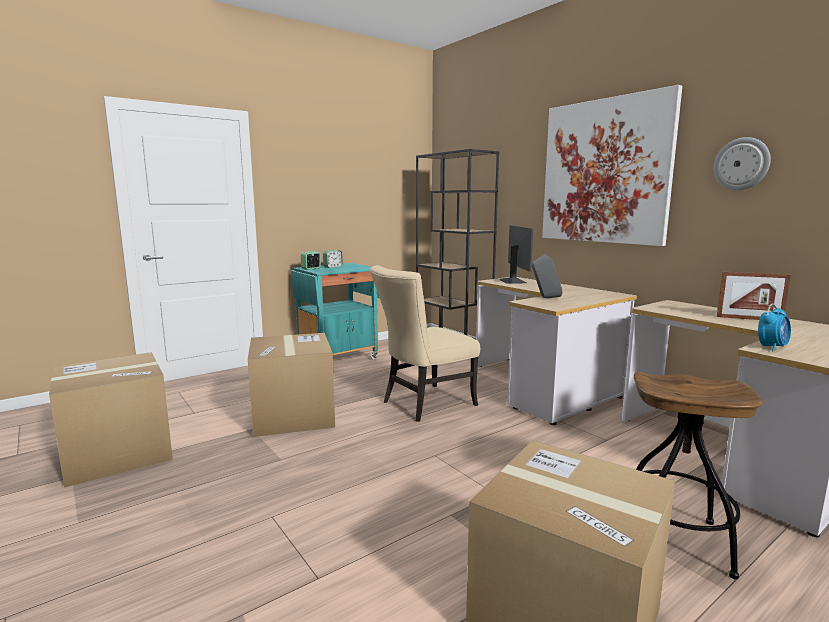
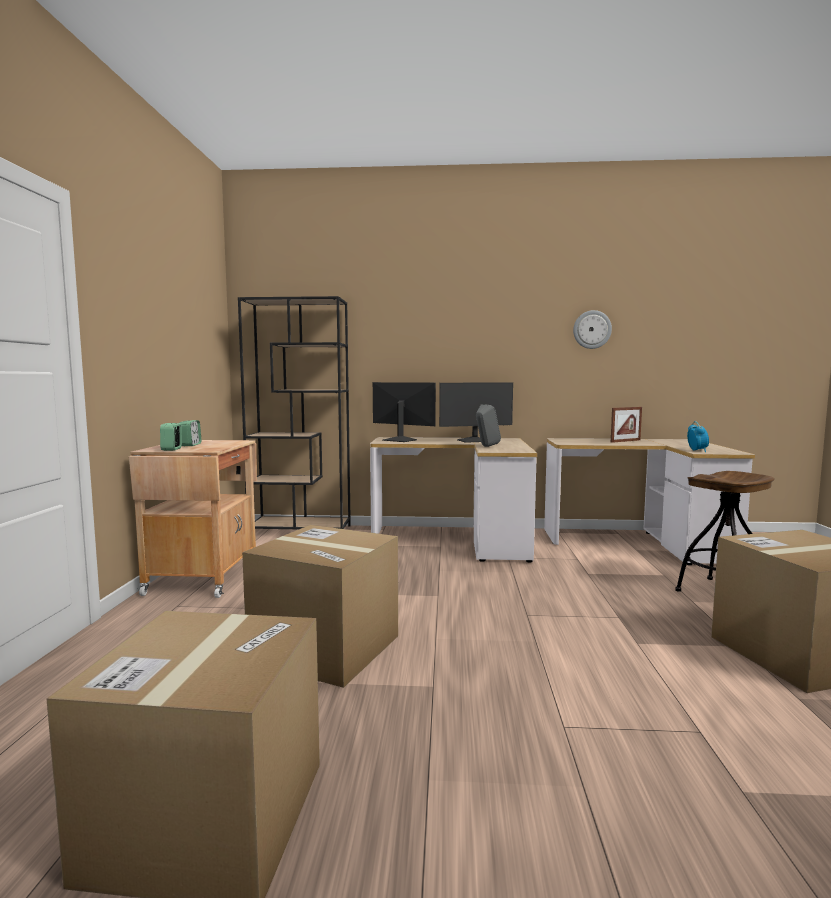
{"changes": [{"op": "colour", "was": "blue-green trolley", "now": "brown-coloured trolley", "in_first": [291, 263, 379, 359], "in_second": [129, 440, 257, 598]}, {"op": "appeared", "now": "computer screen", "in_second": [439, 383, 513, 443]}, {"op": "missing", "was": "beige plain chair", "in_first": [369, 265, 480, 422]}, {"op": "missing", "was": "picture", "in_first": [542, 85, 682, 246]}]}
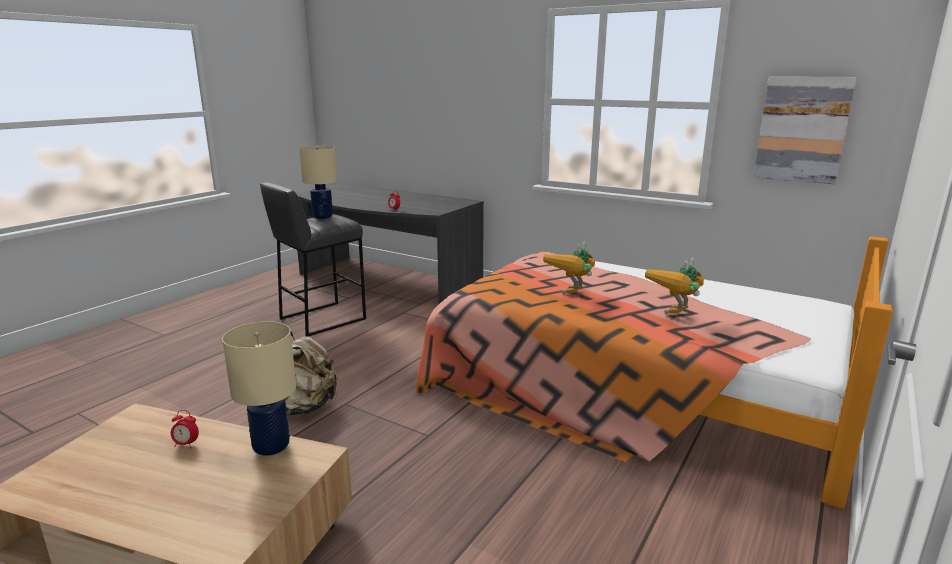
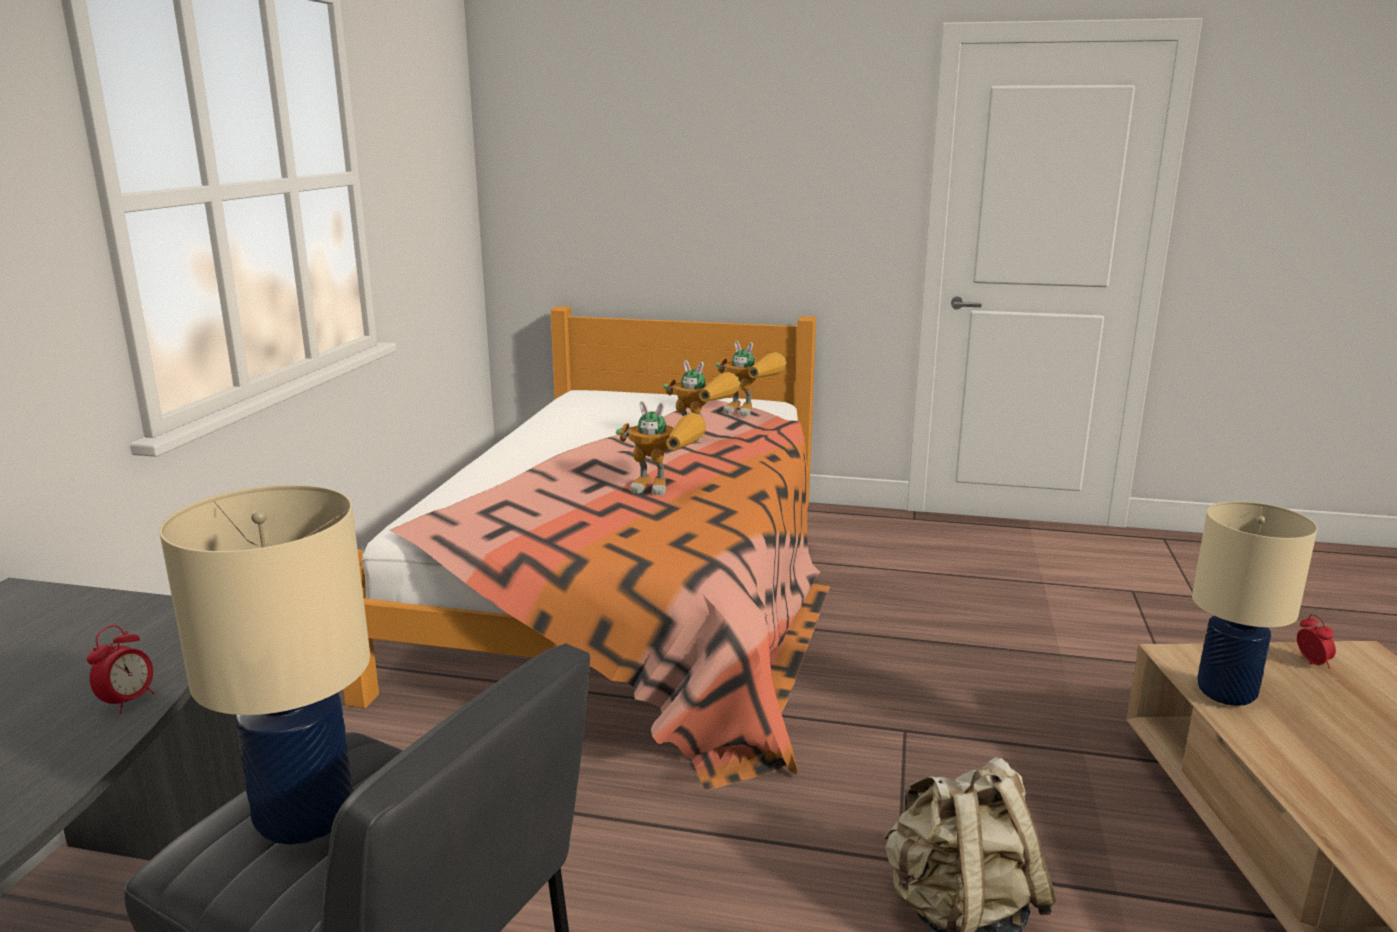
{"changes": [{"op": "appeared", "now": "toy robot", "in_second": [716, 341, 787, 416]}, {"op": "relocated", "was": "table clock", "in_first": [171, 410, 199, 448], "in_second": [1297, 614, 1336, 669]}, {"op": "missing", "was": "picture", "in_first": [753, 77, 857, 185]}]}
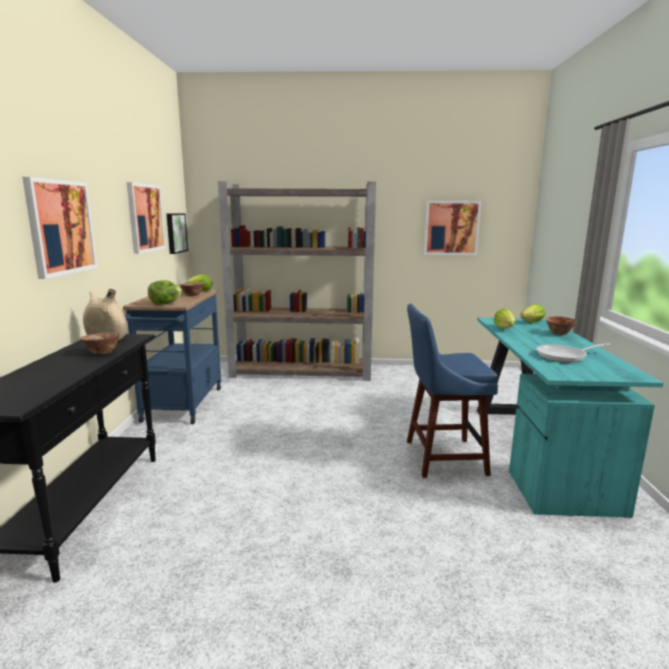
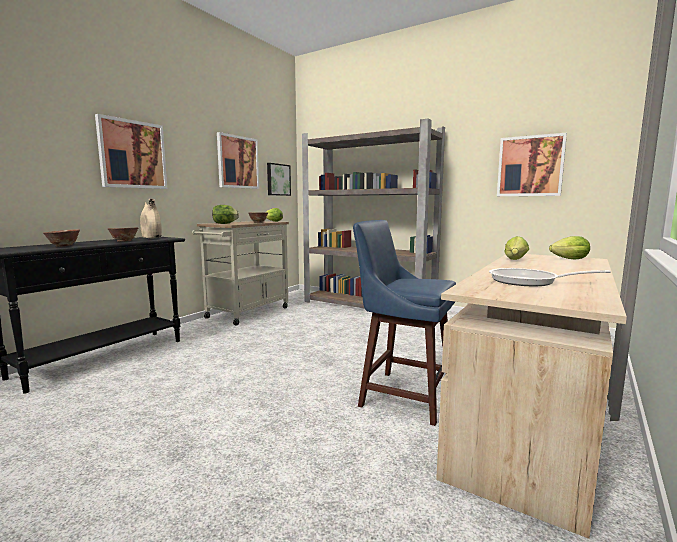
{"changes": [{"op": "relocated", "was": "deep dish", "in_first": [546, 316, 577, 335], "in_second": [43, 229, 80, 247]}, {"op": "colour", "was": "bluish trolley", "now": "beige trolley", "in_first": [123, 289, 221, 424], "in_second": [192, 221, 289, 326]}, {"op": "colour", "was": "blue-green desk unit", "now": "beige desk unit", "in_first": [477, 318, 664, 518], "in_second": [436, 254, 627, 539]}]}
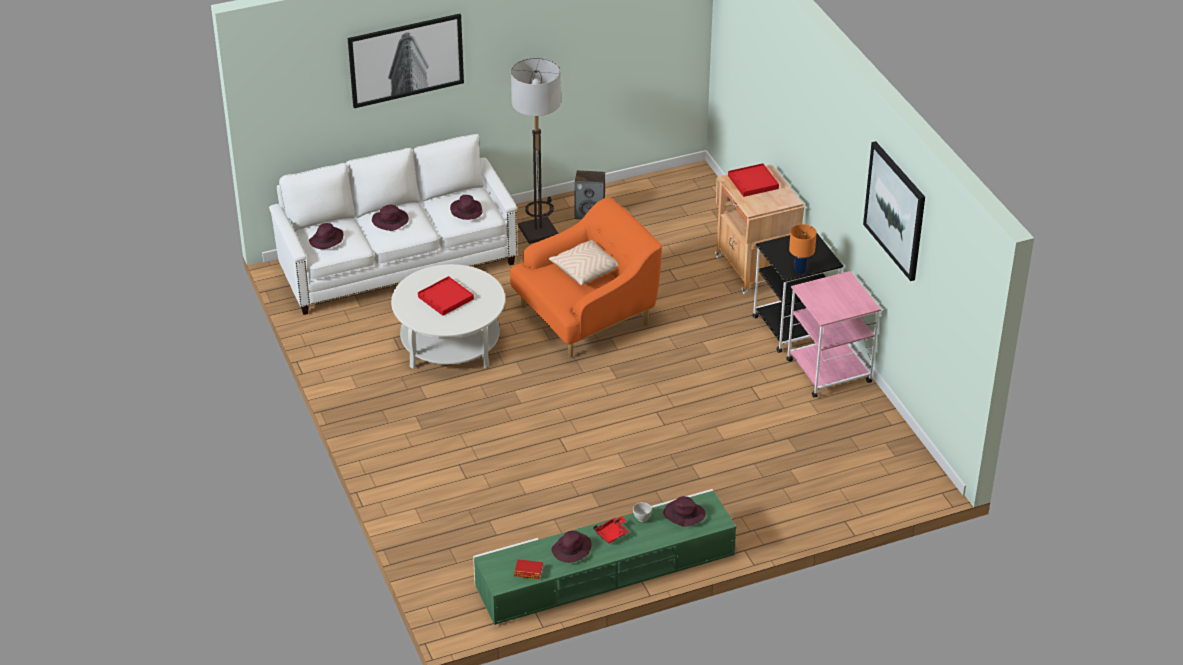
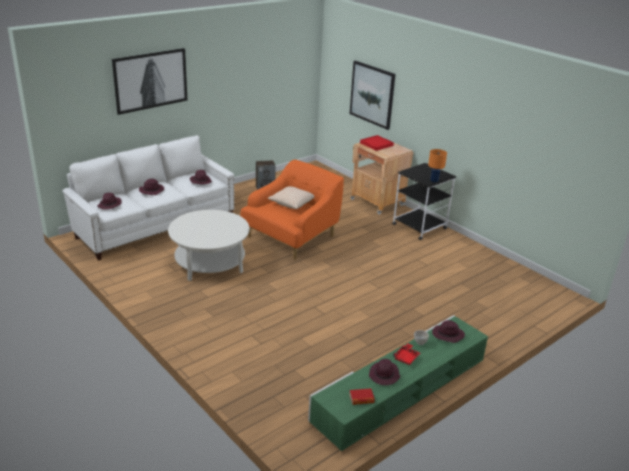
{"changes": [{"op": "relocated", "was": "picture", "in_first": [863, 141, 925, 281], "in_second": [350, 61, 396, 130]}, {"op": "missing", "was": "red-coloured carrying tray", "in_first": [418, 276, 474, 316]}, {"op": "missing", "was": "standing lamp", "in_first": [511, 58, 561, 244]}, {"op": "missing", "was": "pink trolley", "in_first": [786, 271, 881, 398]}]}
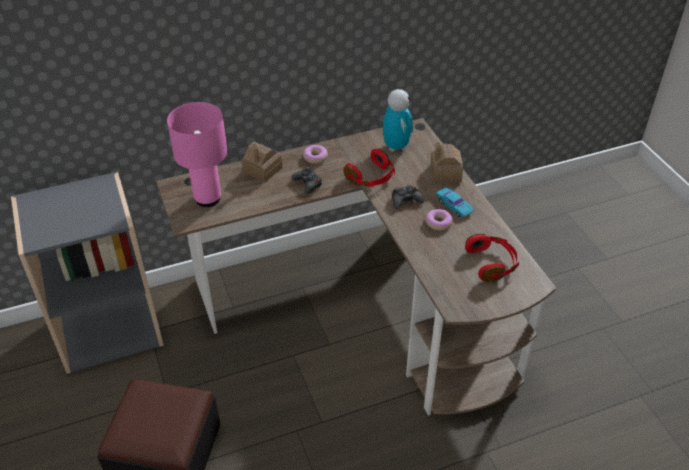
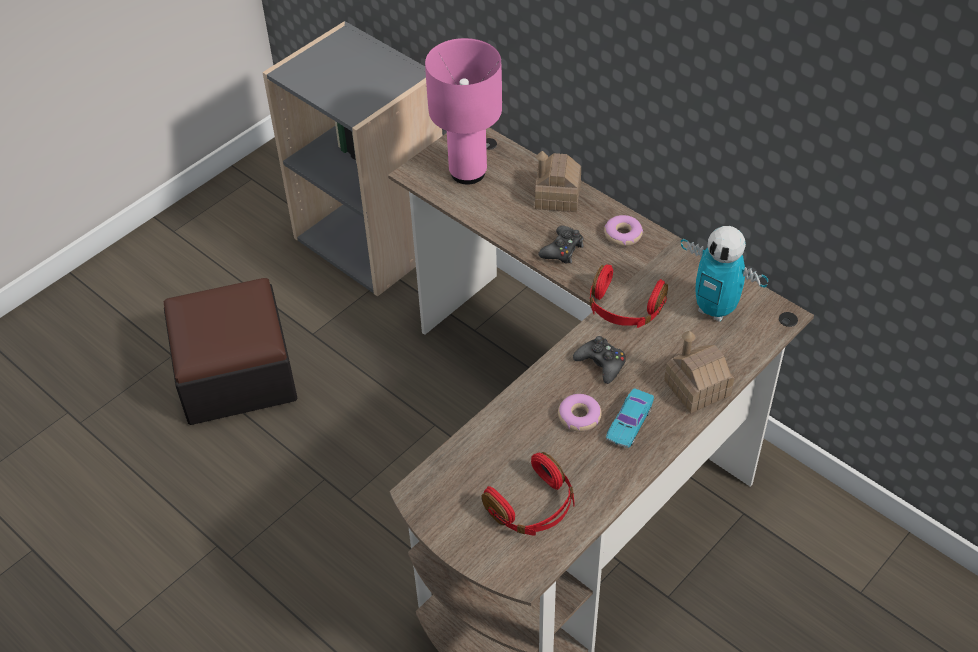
{"changes": [{"op": "spun", "was": "toy robot", "in_first": [383, 89, 413, 152], "in_second": [681, 226, 768, 322], "clockwise": 75}]}
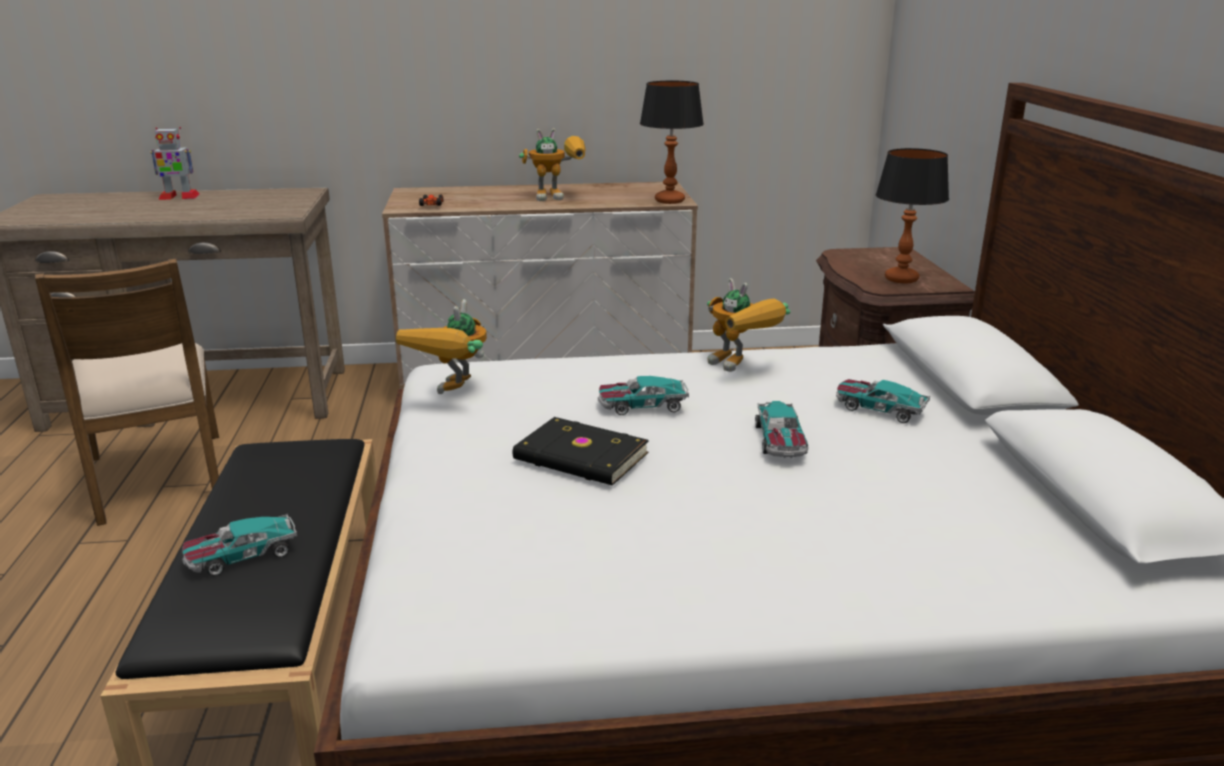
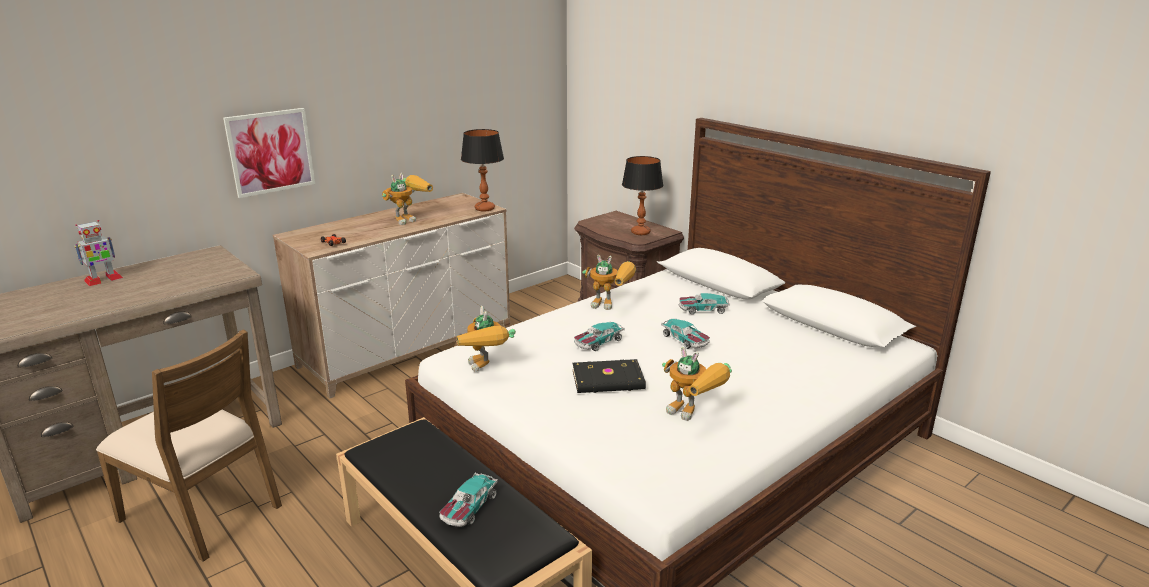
{"changes": [{"op": "appeared", "now": "picture", "in_second": [223, 108, 315, 198]}, {"op": "appeared", "now": "toy robot", "in_second": [662, 347, 732, 421]}]}
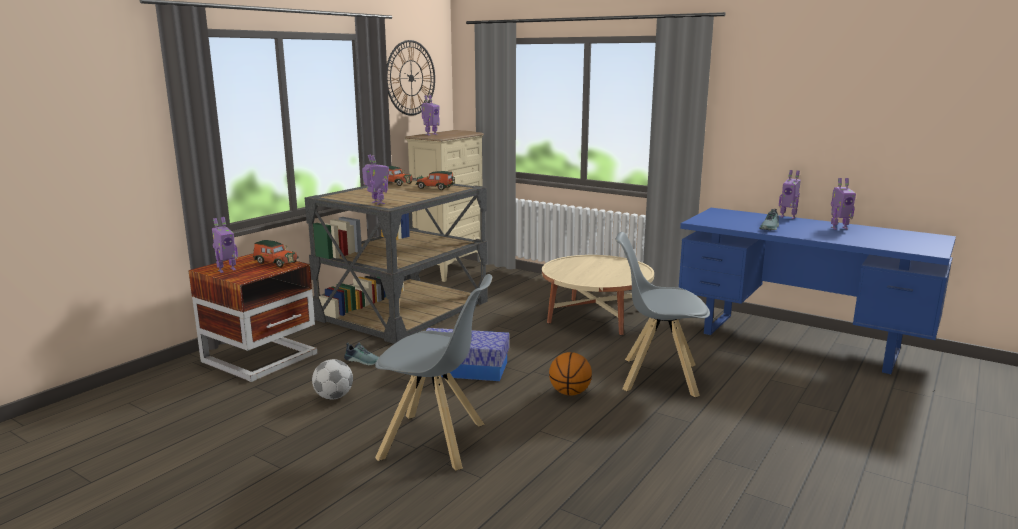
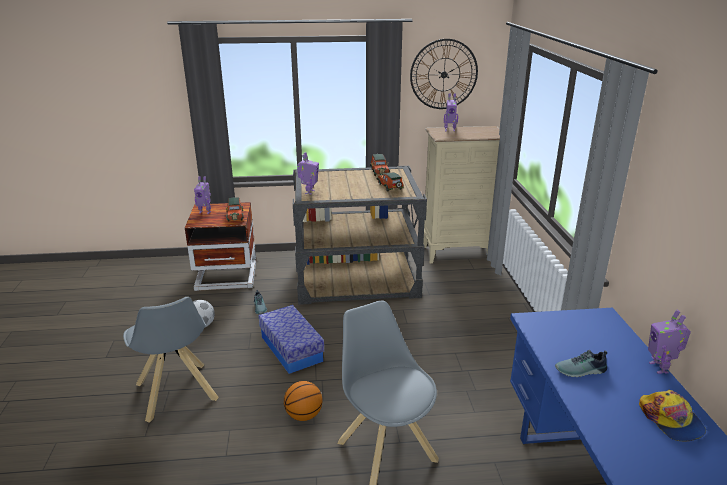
{"changes": [{"op": "exchanged", "was": "toy robot", "now": "baseball cap", "in_first": [831, 178, 856, 230], "in_second": [639, 390, 706, 442]}, {"op": "missing", "was": "beige coffee table", "in_first": [542, 255, 654, 335]}]}
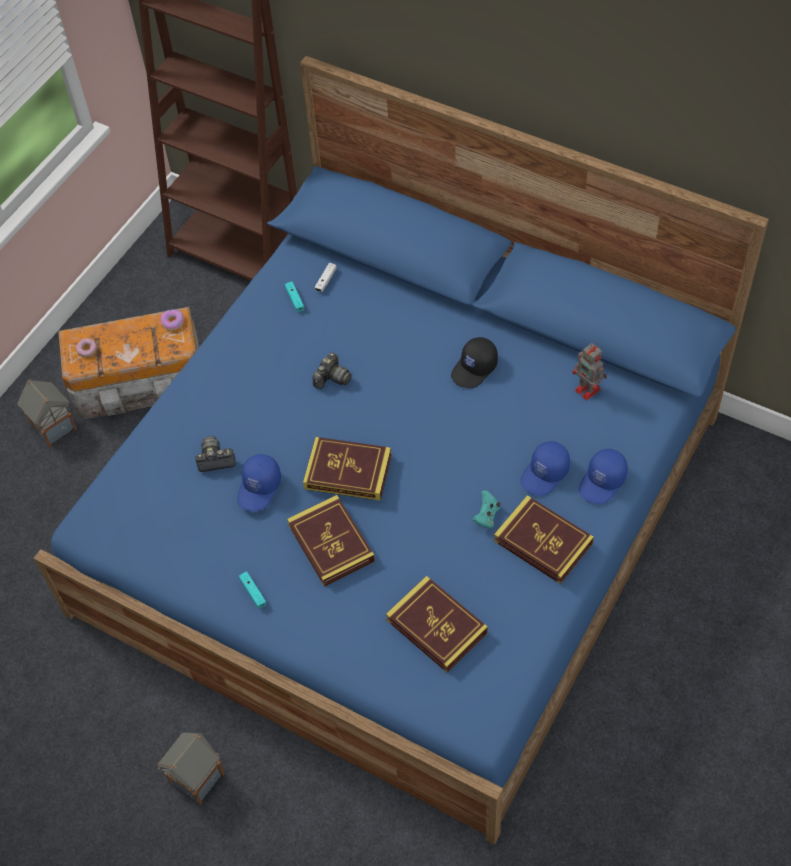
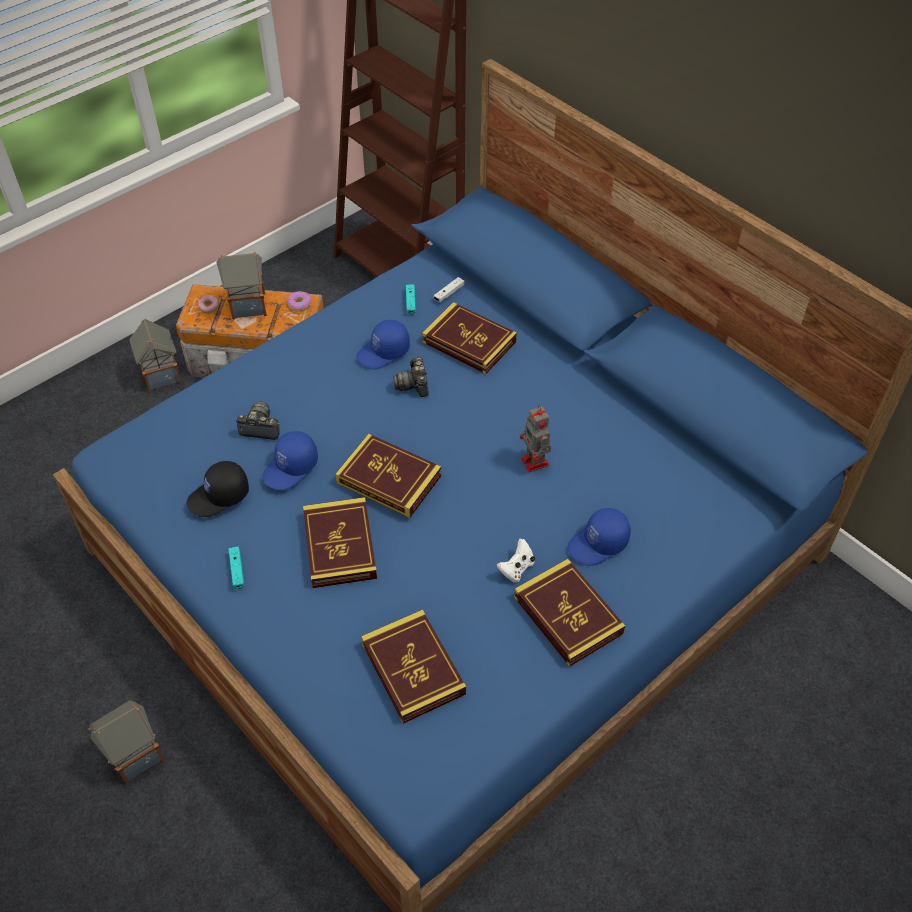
{"changes": [{"op": "relocated", "was": "blackish baseball cap", "in_first": [451, 337, 498, 388], "in_second": [186, 461, 249, 517]}, {"op": "appeared", "now": "model house", "in_second": [217, 252, 267, 320]}, {"op": "relocated", "was": "bluish baseball cap", "in_first": [579, 449, 628, 504], "in_second": [356, 320, 410, 369]}, {"op": "spun", "was": "photo camera", "in_first": [313, 352, 352, 389], "in_second": [393, 357, 429, 397], "clockwise": 120}, {"op": "appeared", "now": "bound book", "in_second": [422, 302, 517, 374]}, {"op": "colour", "was": "blue-green gamepad", "now": "white-coloured gamepad", "in_first": [472, 490, 500, 529], "in_second": [497, 539, 535, 582]}, {"op": "relocated", "was": "toy robot", "in_first": [572, 343, 607, 400], "in_second": [520, 405, 551, 472]}]}
